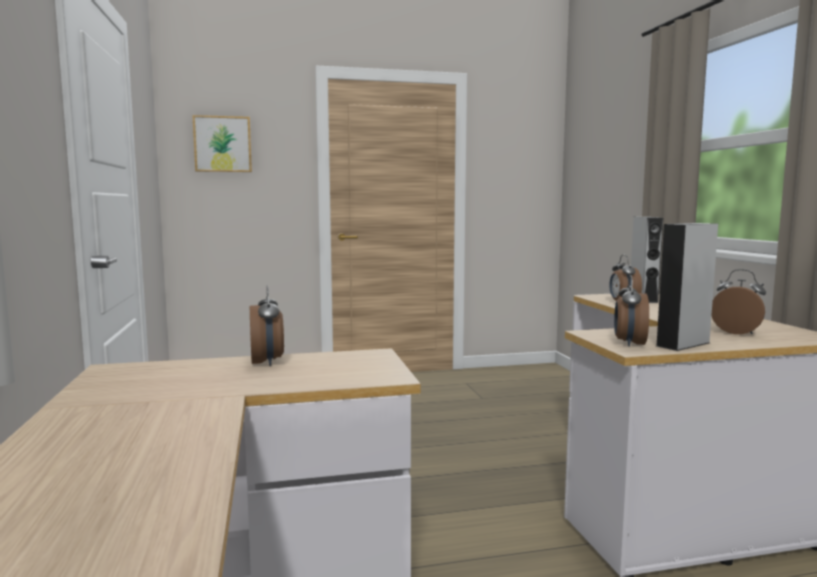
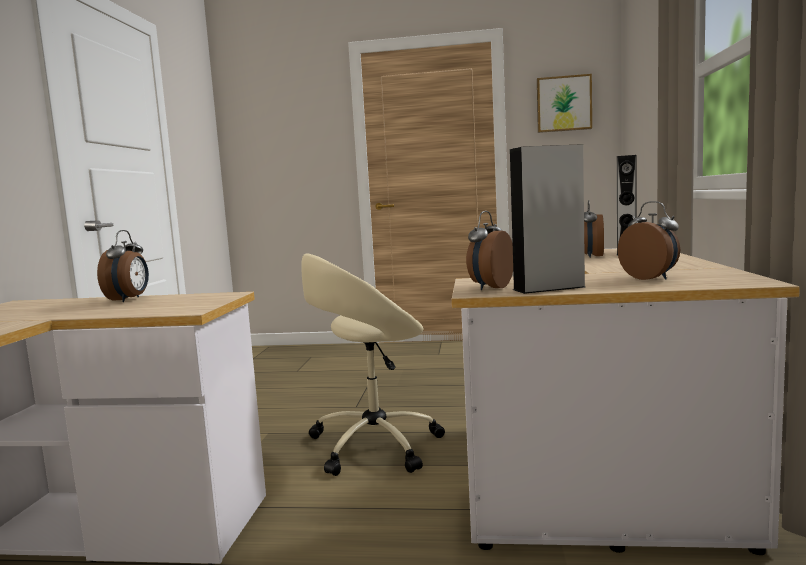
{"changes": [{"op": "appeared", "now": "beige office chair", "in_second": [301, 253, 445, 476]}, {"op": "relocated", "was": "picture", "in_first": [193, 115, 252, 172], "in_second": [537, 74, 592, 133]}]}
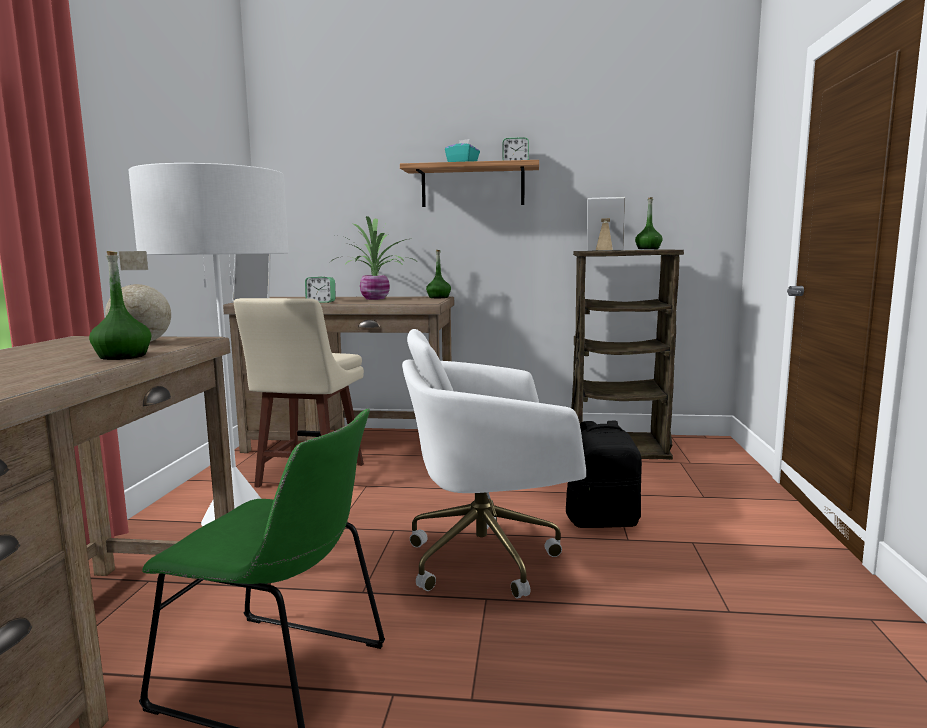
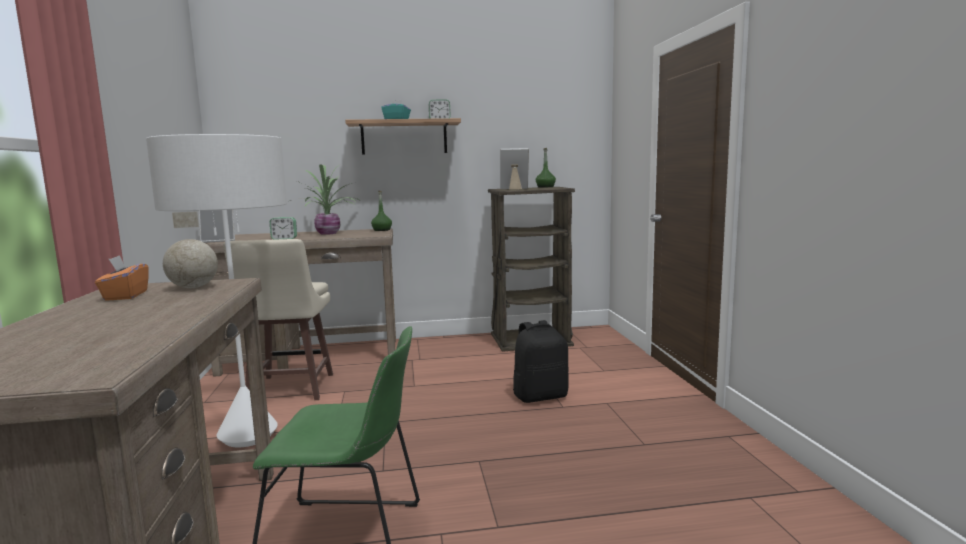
{"changes": [{"op": "appeared", "now": "orange tissue box", "in_second": [95, 255, 149, 301]}, {"op": "missing", "was": "green-coloured beverage bottle", "in_first": [89, 251, 151, 360]}, {"op": "missing", "was": "white-coloured office chair", "in_first": [402, 329, 586, 599]}]}
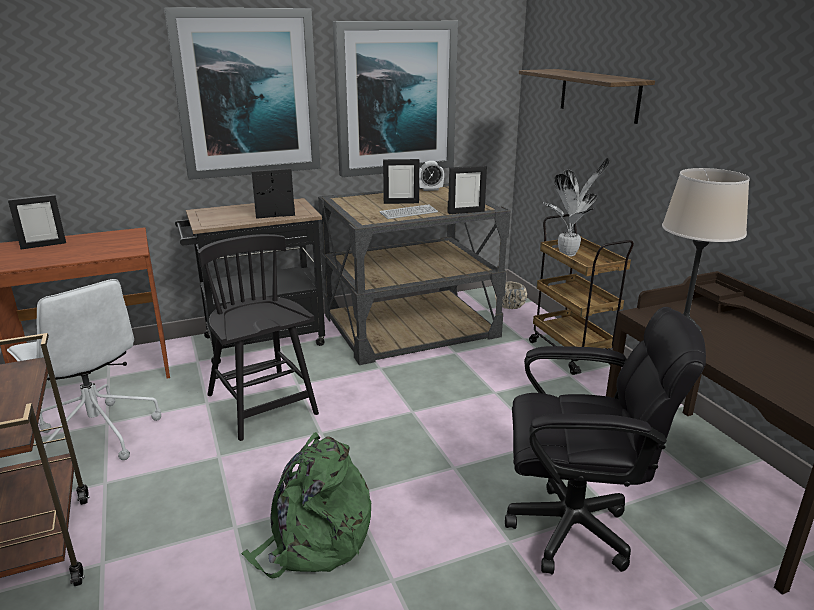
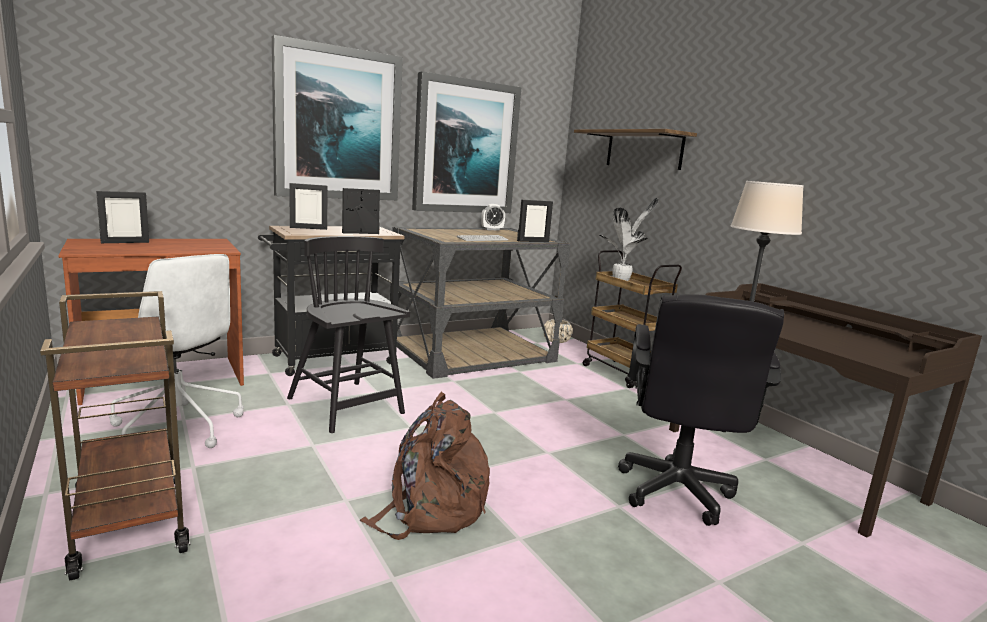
{"changes": [{"op": "relocated", "was": "standing frame", "in_first": [383, 159, 419, 204], "in_second": [289, 183, 328, 230]}, {"op": "colour", "was": "green-coloured backpack", "now": "brown-coloured backpack", "in_first": [241, 432, 371, 578], "in_second": [360, 391, 490, 540]}, {"op": "spun", "was": "blackish office chair", "in_first": [505, 307, 706, 574], "in_second": [618, 294, 784, 526], "clockwise": 105}]}
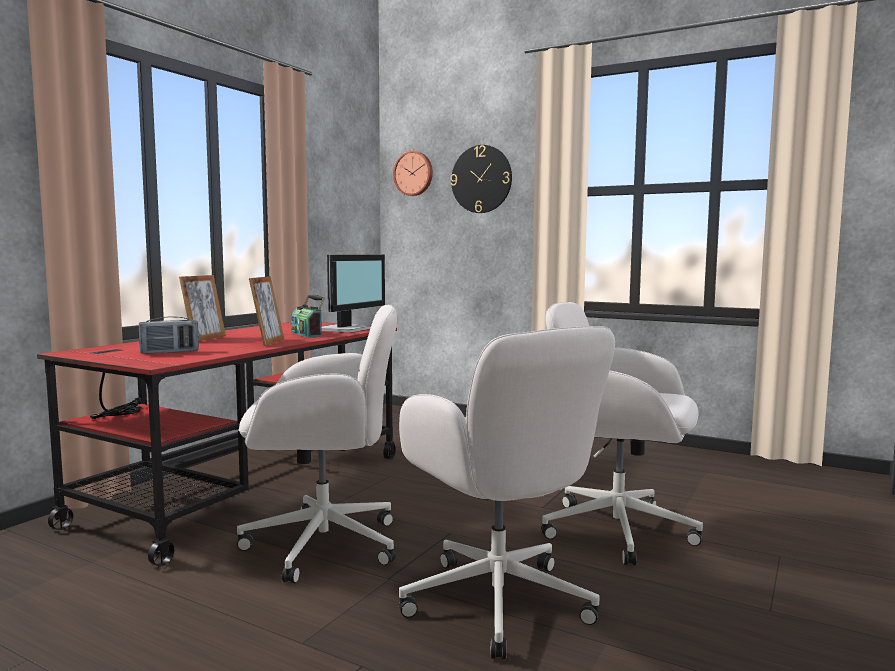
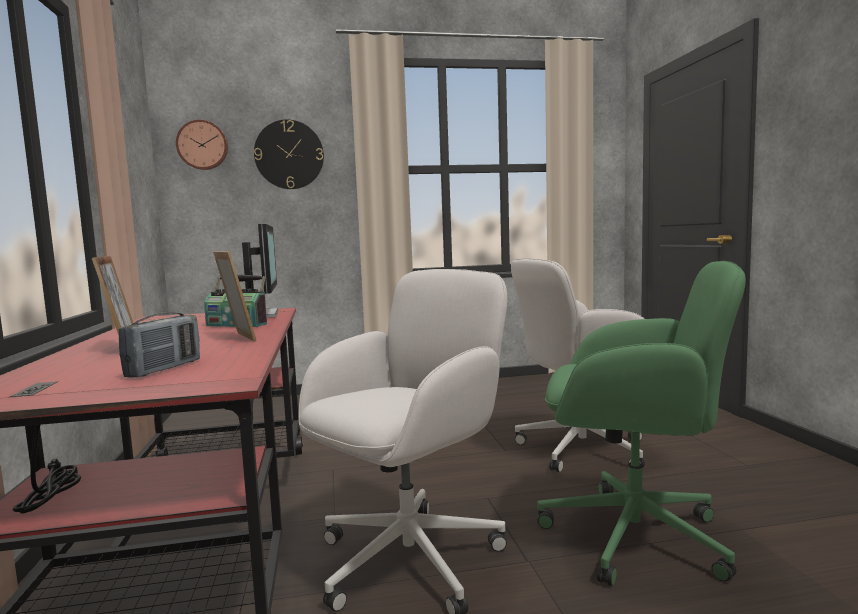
{"changes": [{"op": "colour", "was": "white-coloured office chair", "now": "green-coloured office chair", "in_first": [399, 326, 615, 659], "in_second": [537, 261, 746, 586]}]}
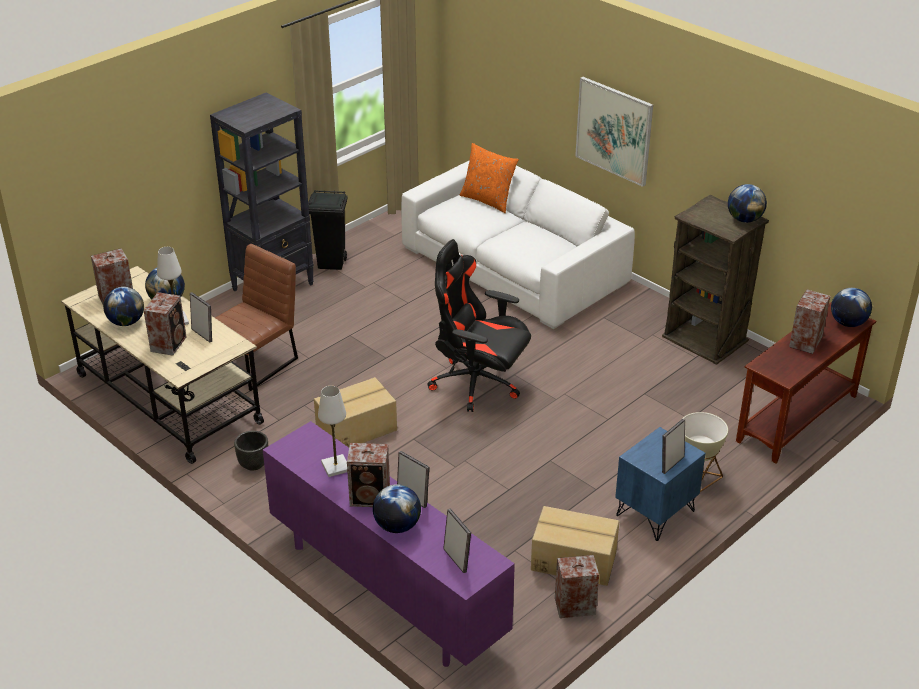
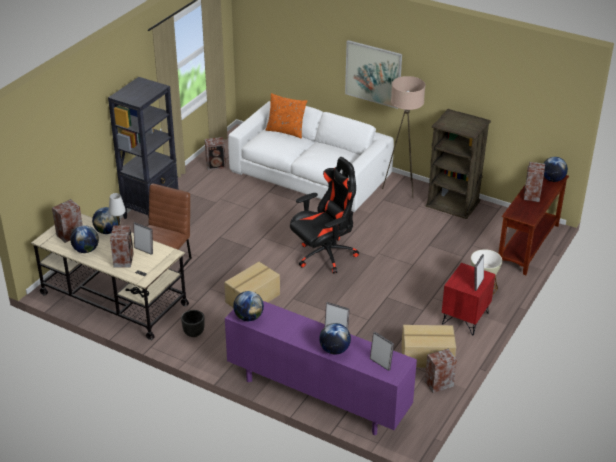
{"changes": [{"op": "relocated", "was": "speaker", "in_first": [347, 443, 390, 507], "in_second": [205, 137, 226, 170]}, {"op": "relocated", "was": "desk globe", "in_first": [728, 184, 767, 223], "in_second": [233, 291, 264, 321]}, {"op": "spun", "was": "blackish office chair", "in_first": [428, 239, 531, 412], "in_second": [290, 157, 359, 274], "clockwise": 135}, {"op": "appeared", "now": "beige standing lamp", "in_second": [382, 76, 425, 198]}, {"op": "colour", "was": "bluish night table", "now": "red-coloured night table", "in_first": [615, 427, 706, 541], "in_second": [442, 263, 495, 335]}, {"op": "missing", "was": "blackish trash can", "in_first": [308, 190, 348, 270]}, {"op": "missing", "was": "white-coloured table lamp", "in_first": [318, 386, 347, 477]}]}
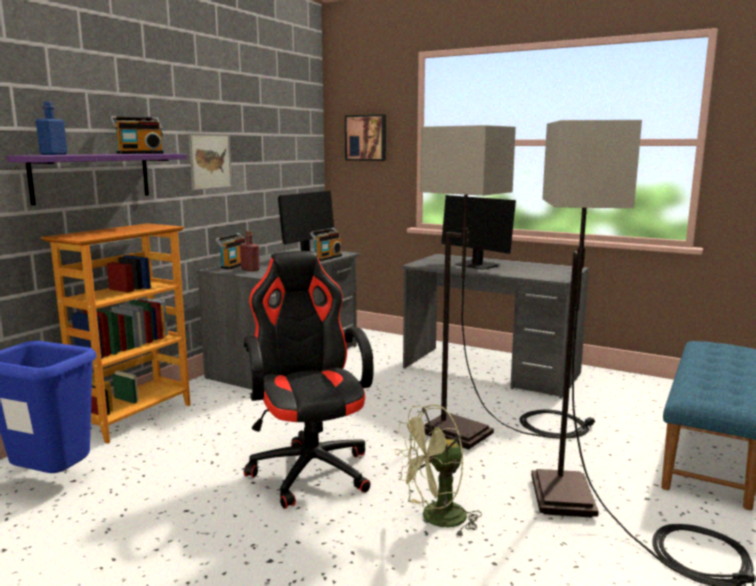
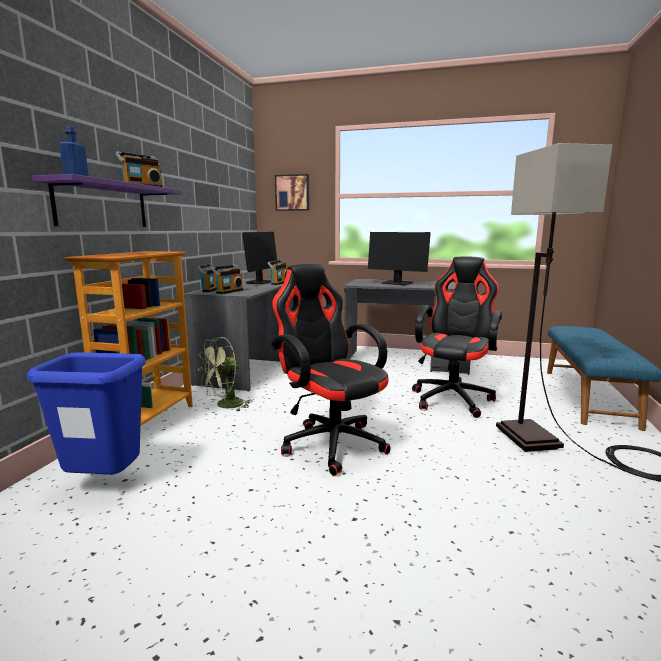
{"changes": [{"op": "relocated", "was": "green-coloured cooling fan", "in_first": [394, 404, 482, 538], "in_second": [198, 337, 253, 411]}, {"op": "exchanged", "was": "red-coloured beverage bottle", "now": "radio set", "in_first": [240, 231, 260, 271], "in_second": [212, 265, 243, 294]}, {"op": "exchanged", "was": "standing lamp", "now": "blackish office chair", "in_first": [420, 125, 595, 450], "in_second": [412, 256, 502, 418]}, {"op": "missing", "was": "picture", "in_first": [188, 133, 232, 190]}]}
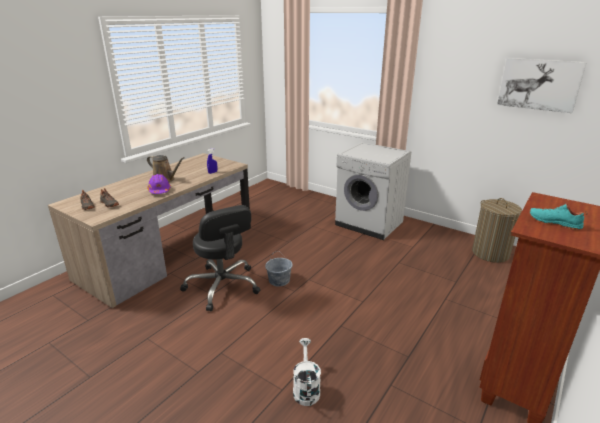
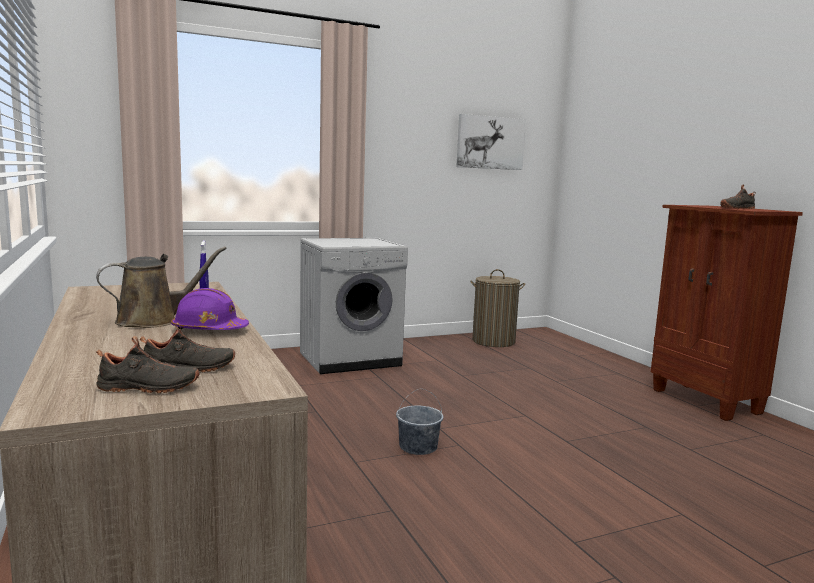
{"changes": [{"op": "colour", "was": "blue-green shoe", "now": "blackish shoe", "in_first": [529, 200, 588, 230], "in_second": [720, 185, 756, 209]}, {"op": "missing", "was": "blackish office chair", "in_first": [180, 205, 260, 311]}, {"op": "missing", "was": "white-coloured watering pot", "in_first": [293, 338, 321, 406]}]}
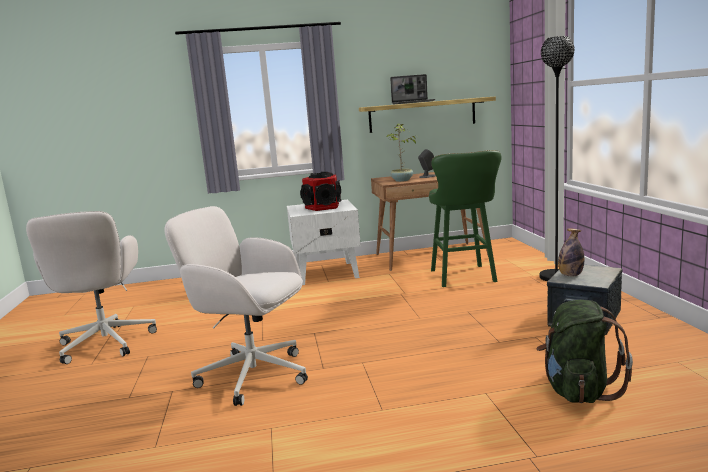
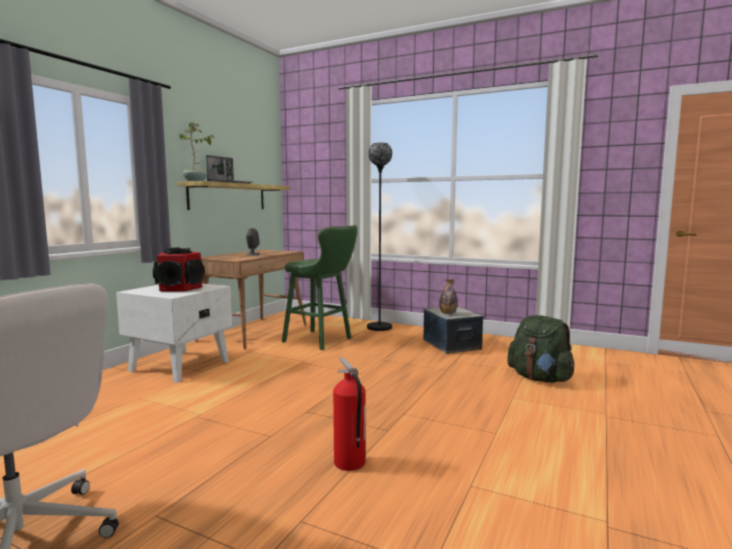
{"changes": [{"op": "relocated", "was": "potted plant", "in_first": [387, 124, 418, 182], "in_second": [179, 121, 214, 181]}, {"op": "exchanged", "was": "white-coloured office chair", "now": "fire extinguisher", "in_first": [165, 206, 308, 406], "in_second": [333, 357, 365, 471]}]}
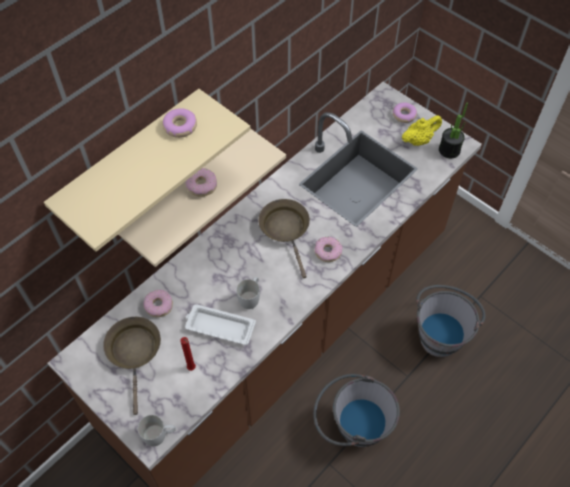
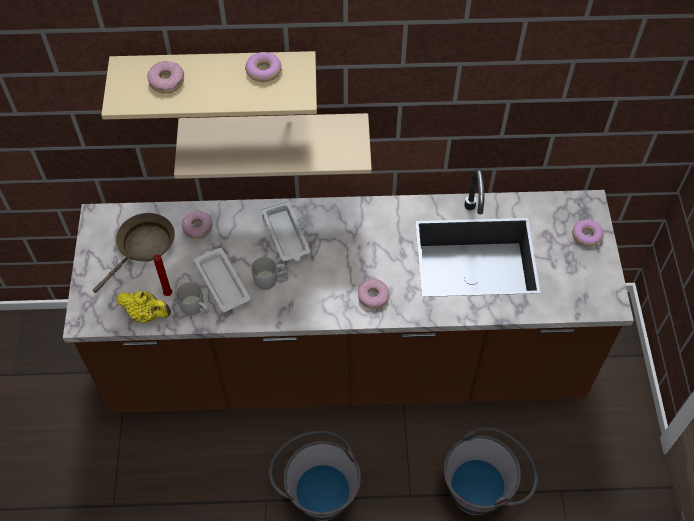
{"changes": [{"op": "relocated", "was": "yellow pot for tea", "in_first": [402, 115, 442, 146], "in_second": [116, 291, 171, 323]}, {"op": "relocated", "was": "ring doughnut", "in_first": [186, 168, 217, 197], "in_second": [147, 61, 184, 93]}, {"op": "relocated", "was": "white-coloured coffee mug", "in_first": [138, 415, 176, 446], "in_second": [176, 282, 209, 315]}, {"op": "appeared", "now": "white-coloured carrying tray", "in_second": [261, 200, 310, 261]}, {"op": "missing", "was": "brown-coloured frying pan", "in_first": [258, 199, 310, 278]}, {"op": "missing", "was": "potted plant", "in_first": [439, 102, 468, 158]}]}
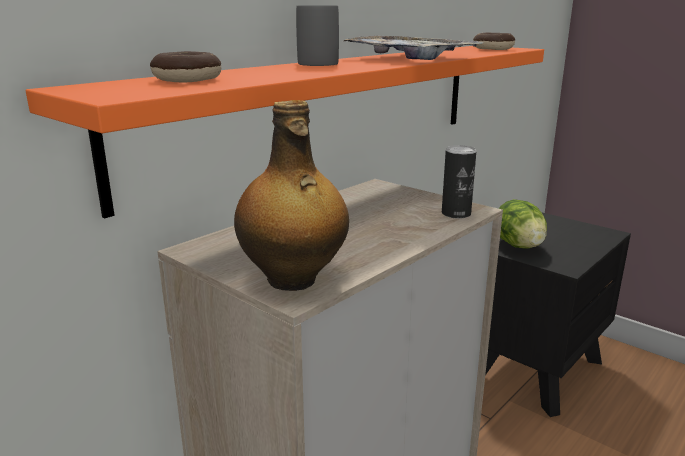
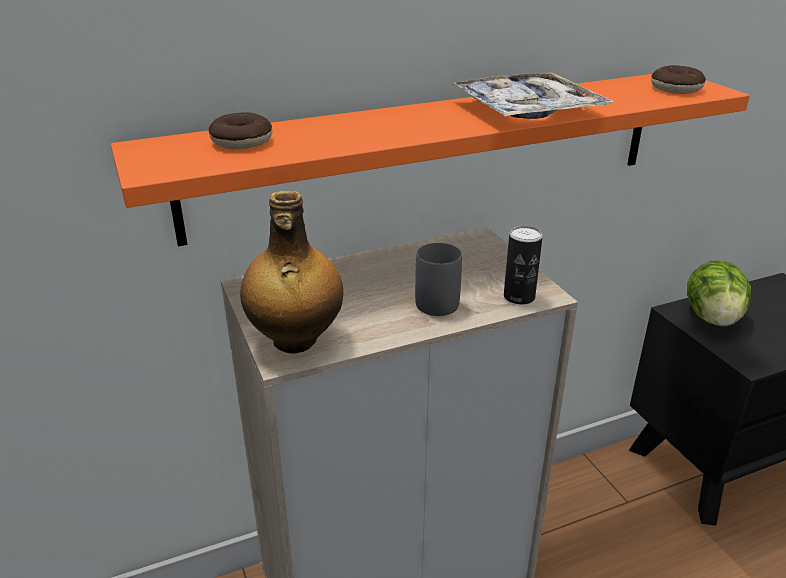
{"changes": [{"op": "relocated", "was": "gray coffee mug", "in_first": [296, 6, 339, 66], "in_second": [415, 243, 462, 316]}]}
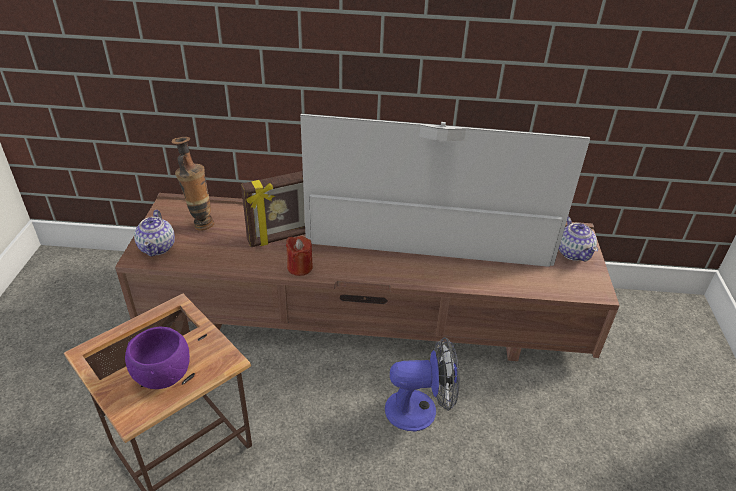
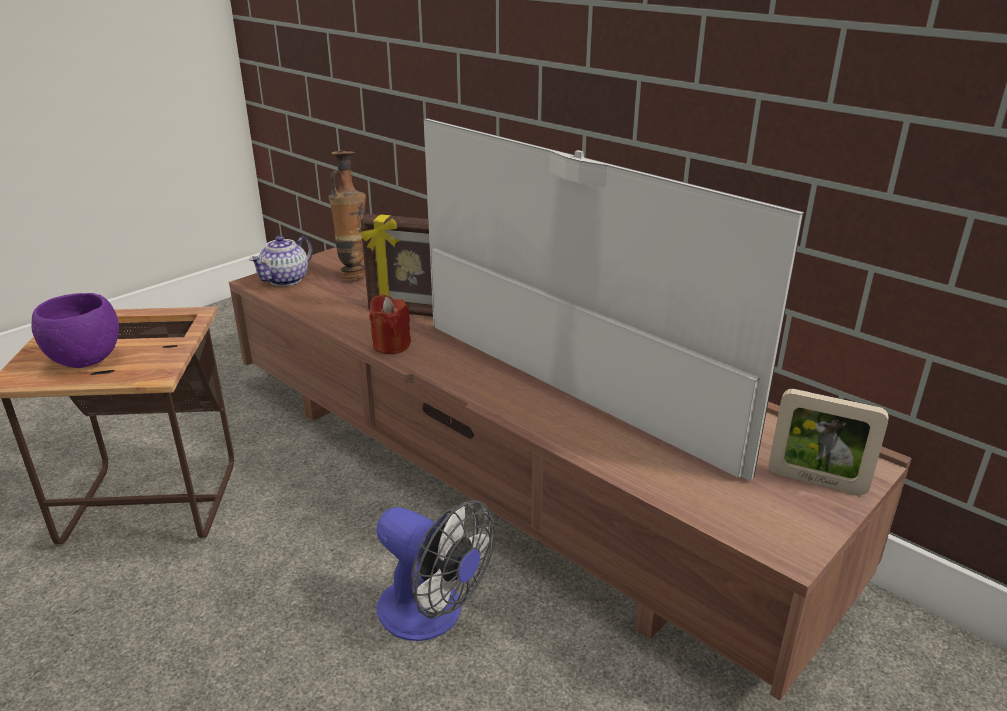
{"changes": [{"op": "exchanged", "was": "pot for tea", "now": "standing frame", "in_first": [559, 216, 598, 262], "in_second": [769, 389, 889, 495]}]}
